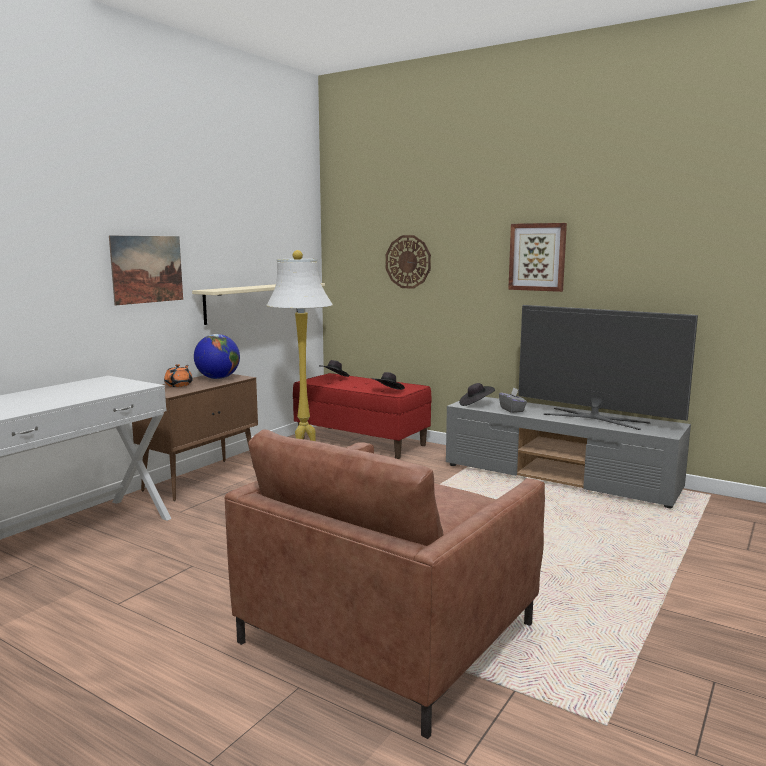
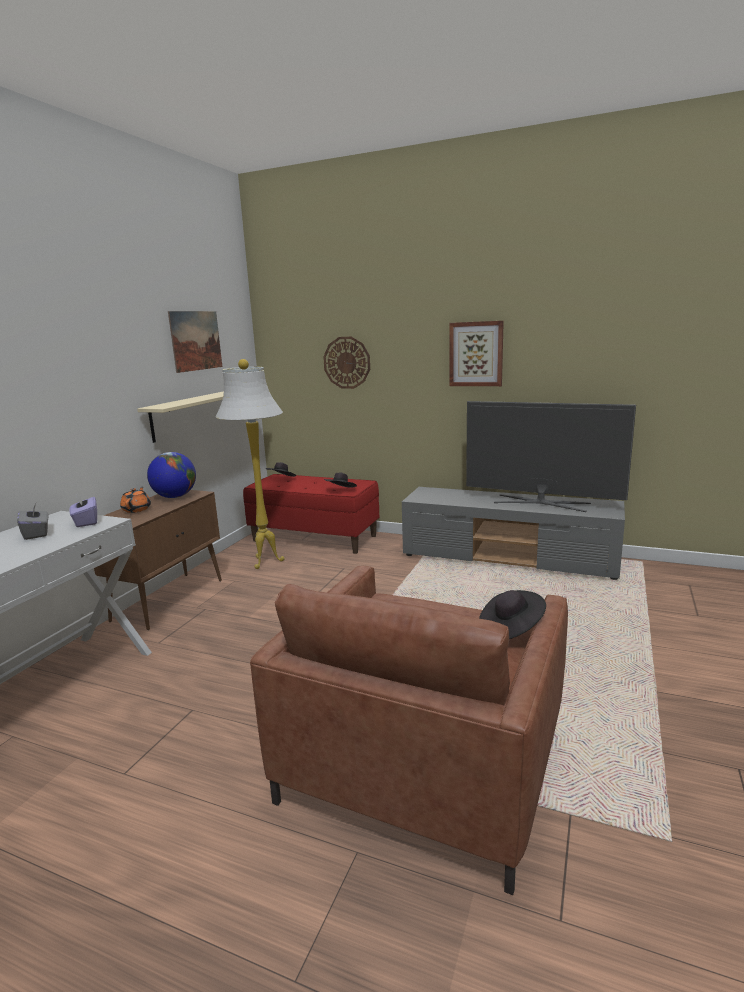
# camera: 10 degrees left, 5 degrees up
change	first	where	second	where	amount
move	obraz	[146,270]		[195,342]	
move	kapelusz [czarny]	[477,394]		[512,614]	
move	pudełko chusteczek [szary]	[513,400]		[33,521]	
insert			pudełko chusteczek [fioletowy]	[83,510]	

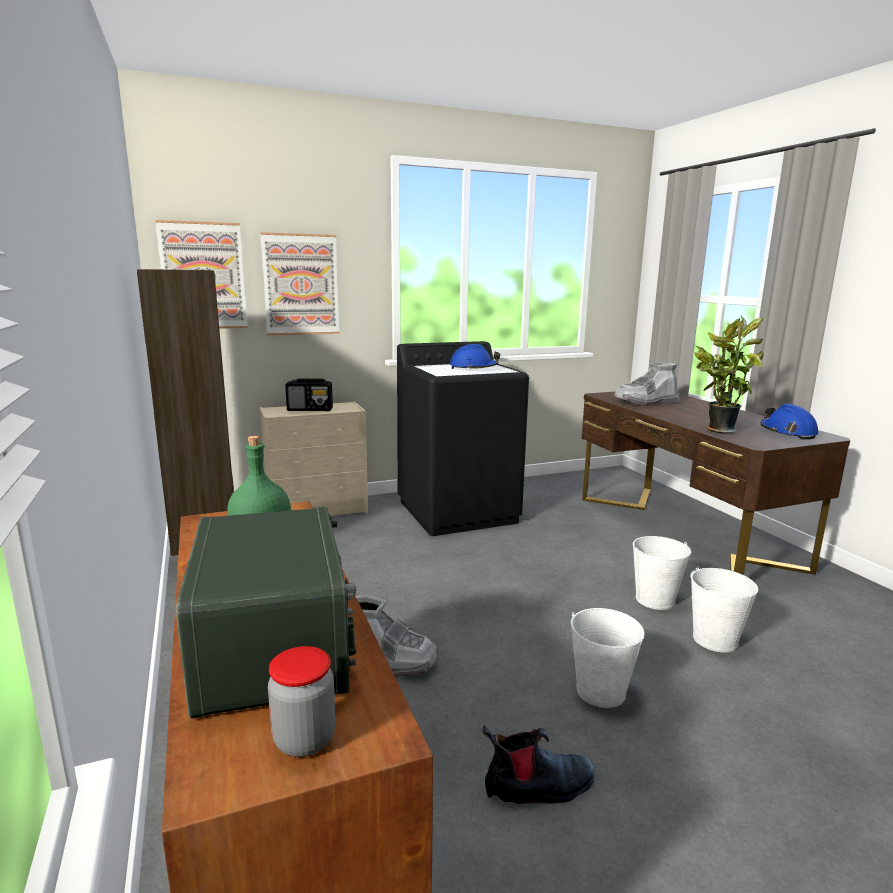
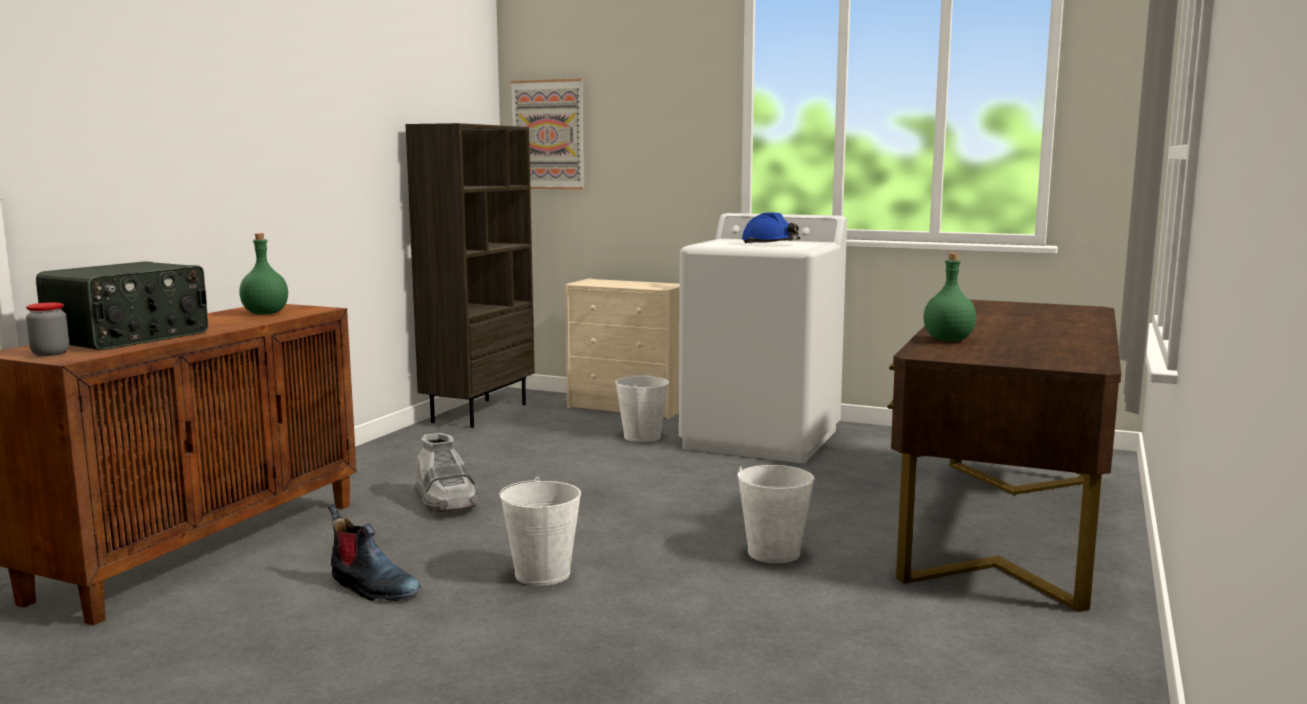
# camera: 45 degrees right, 5 degrees down
change	first	where	second	where	amount
delete	obraz	[300,283]			
delete	radio	[309,394]			
recolor	pralka [czarny]	[463,438]	pralka [biały]	[763,338]	
delete	but z cholewką [szary]	[646,384]			
move	wiadro [biały]	[724,609]		[642,408]	
replace	roślina doniczkowa	[729,375]	butelka [zielony]	[950,297]	
delete	kask [niebieski]	[790,422]			

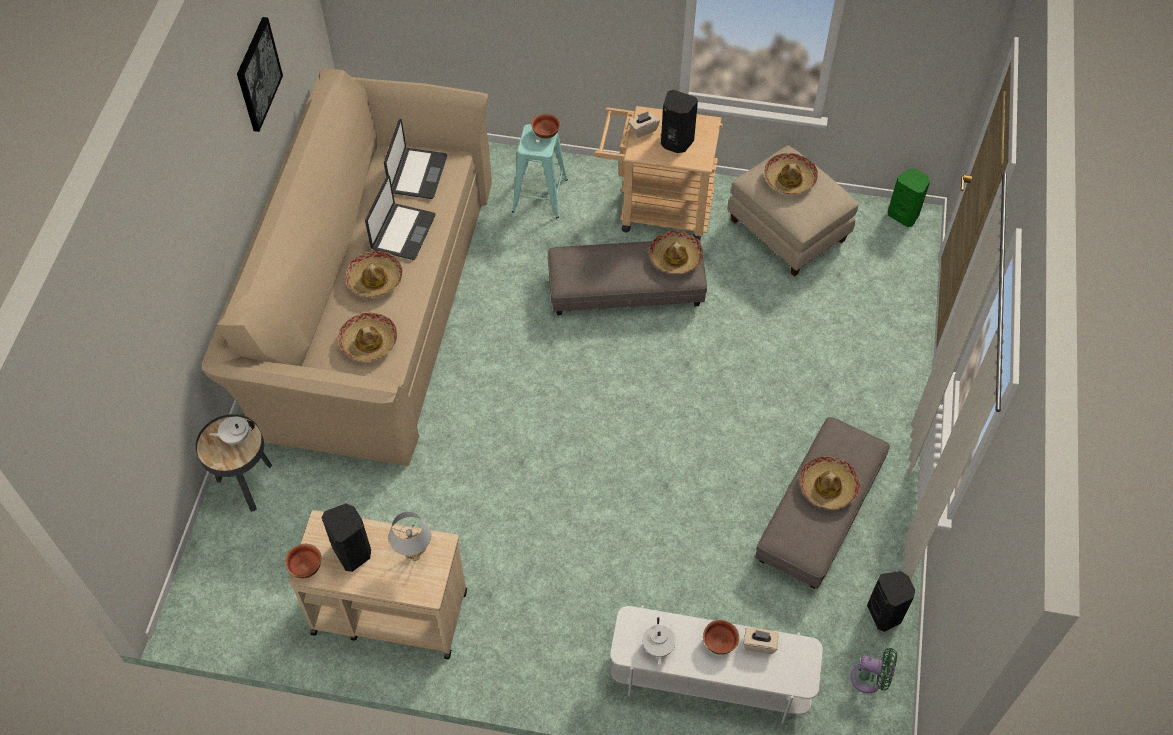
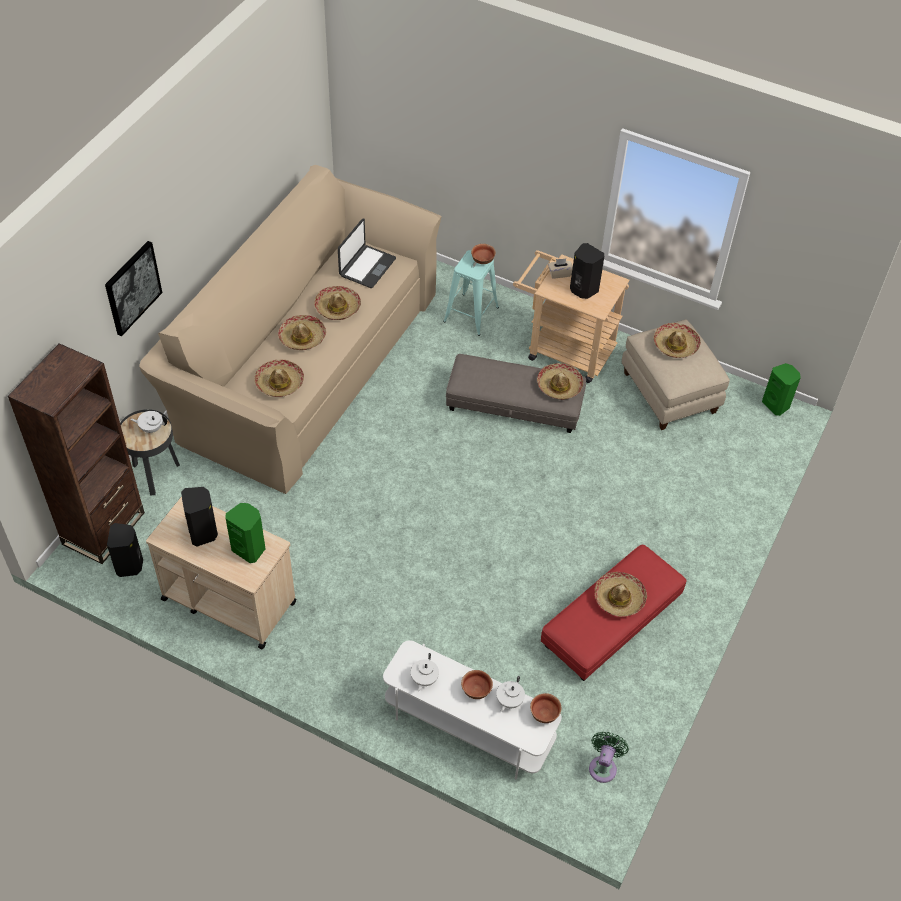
# camera: 15 degrees right, 5 degrees down
change	first	where	second	where	amount
move	obraz	[260,74]		[133,288]	
move	miska	[303,561]		[546,708]	
replace	laptop	[400,217]	kapelusz	[337,303]	
replace	lampa stołowa [biały]	[410,536]	głośnik [zielony]	[246,533]	
replace	pudełko chusteczek [beżowy]	[761,640]	imbryk [biały]	[510,694]	
recolor	pufa [szary]	[822,503]	pufa [czerwony]	[613,613]	
rotate	wentylator [zielony]	[874,670]		[609,757]	105 degrees counterclockwise
move	głośnik [czarny]	[891,601]		[125,550]	
insert			regał [brązowy]	[76,453]	

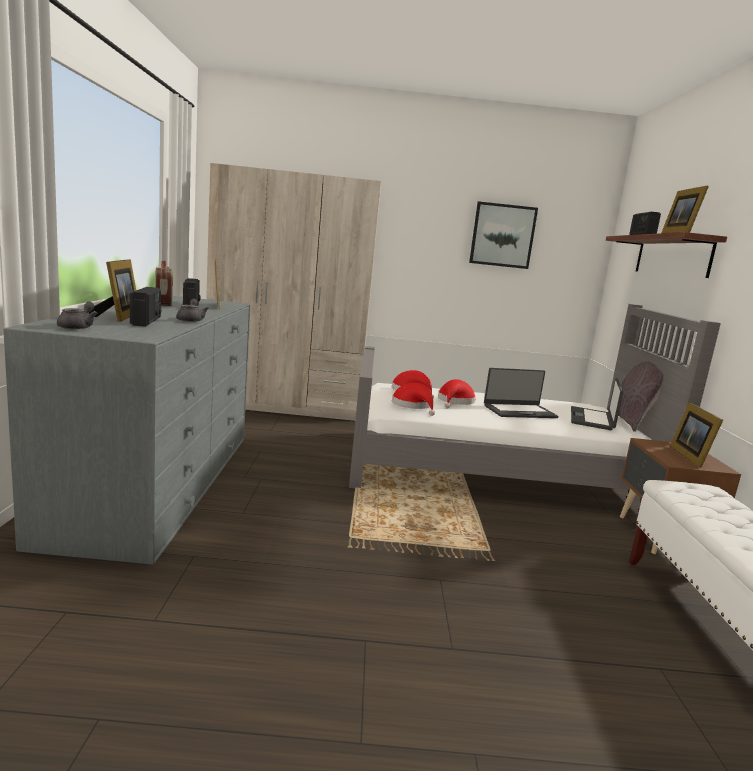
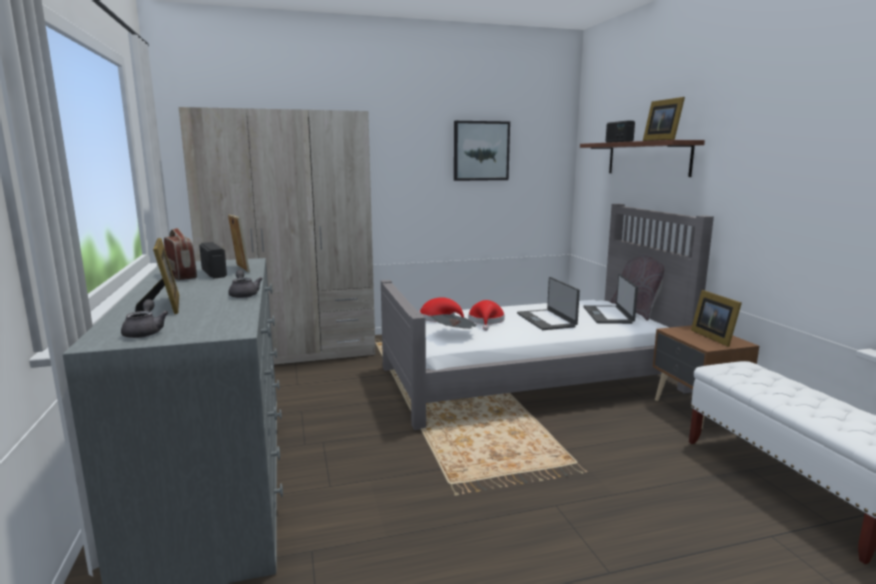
# camera: 15 degrees left, 0 degrees up
change	first	where	second	where	amount
delete	radio	[146,307]			
replace	kapelusz [czerwony]	[413,399]	gazeta	[453,321]	
rotate	laptop	[521,393]		[548,303]	105 degrees clockwise

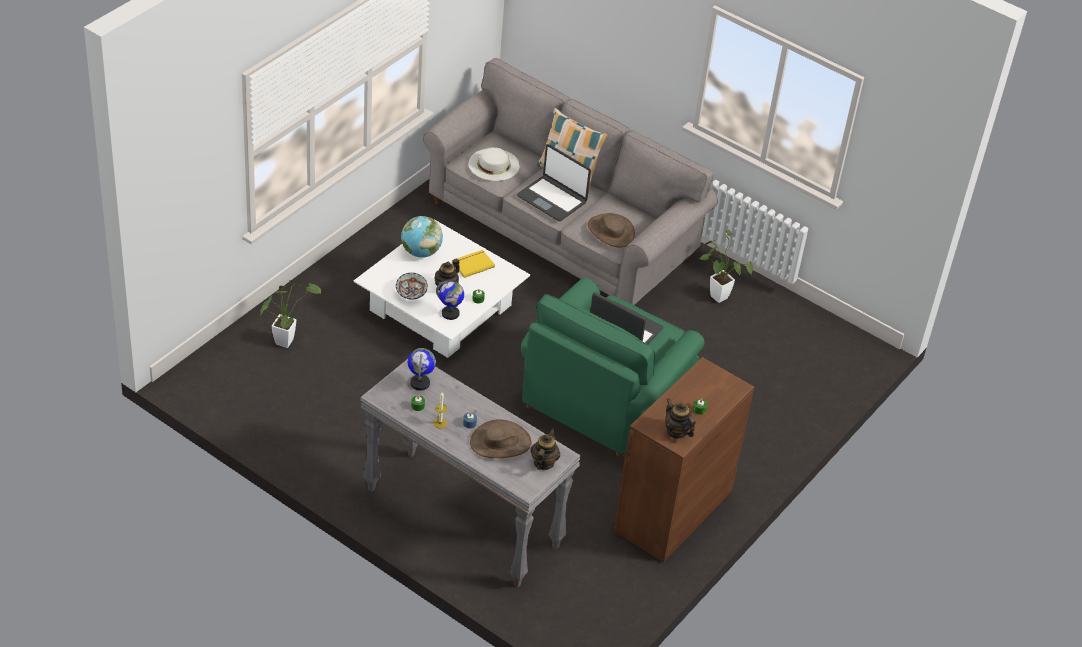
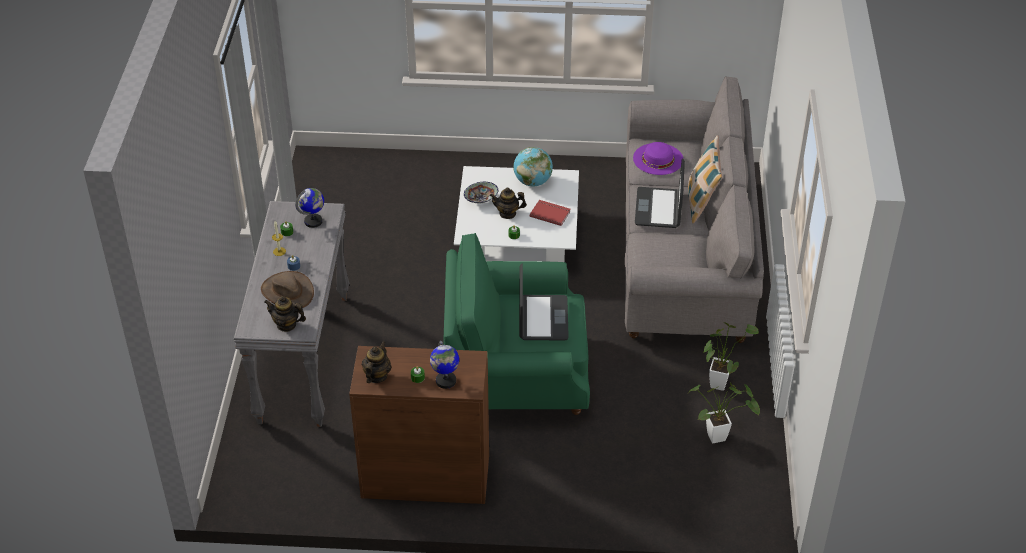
# camera: 60 degrees right, 0 degrees up
change	first	where	second	where	amount
move	roślina doniczkowa	[290,314]		[724,413]	
move	globus	[450,300]		[444,365]	
recolor	książka [żółty]	[473,264]	książka [czerwony]	[550,213]	
recolor	kapelusz [biały]	[494,164]	kapelusz [fioletowy]	[658,158]	
rotate	imbryk	[545,449]		[285,314]	150 degrees counterclockwise
delete	kapelusz [brązowy]	[611,230]			

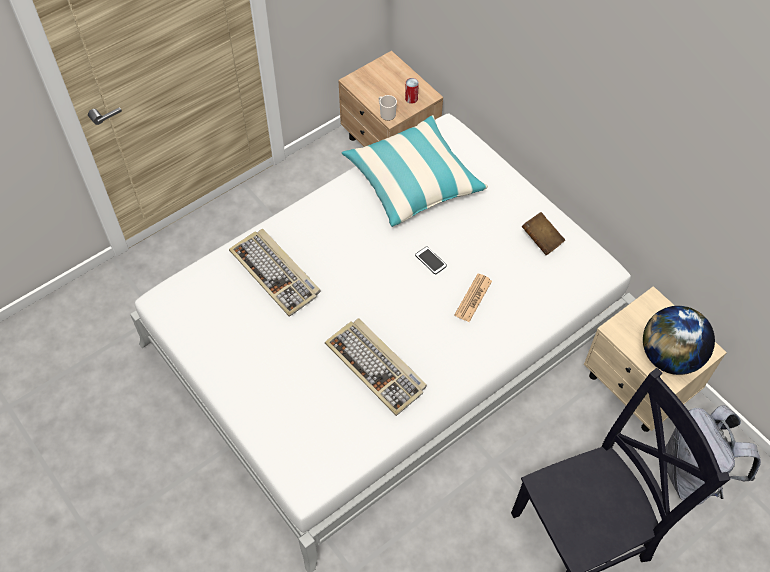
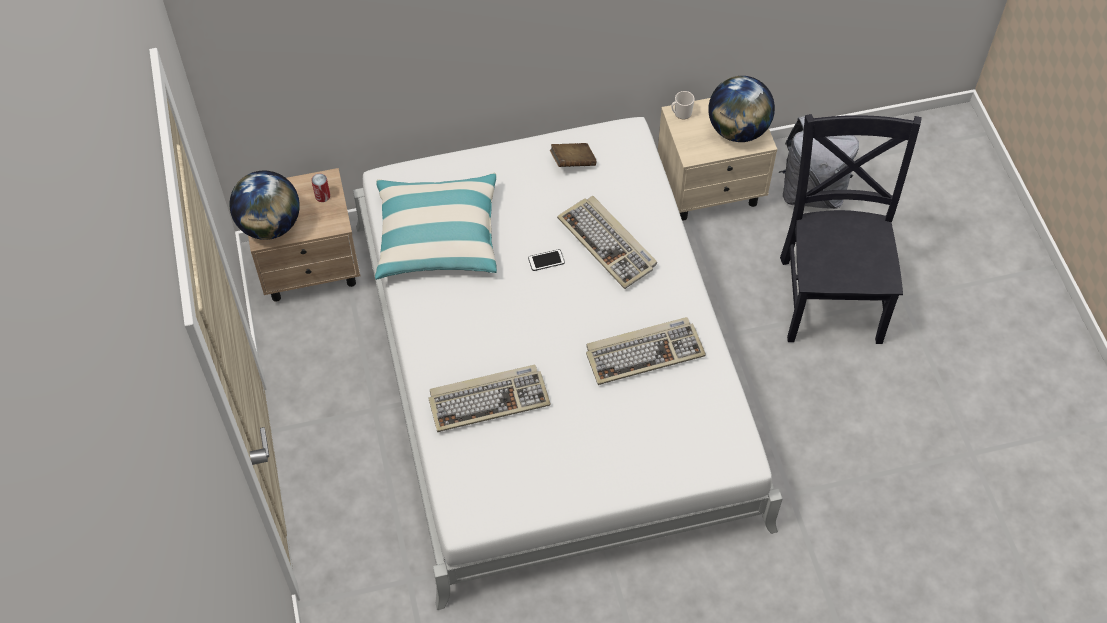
# camera: 65 degrees left, 0 degrees up
change	first	where	second	where	amount
move	kubek	[388,108]		[683,105]	
replace	gazeta	[473,298]	klawiatura	[607,242]	
insert			globus	[264,205]	

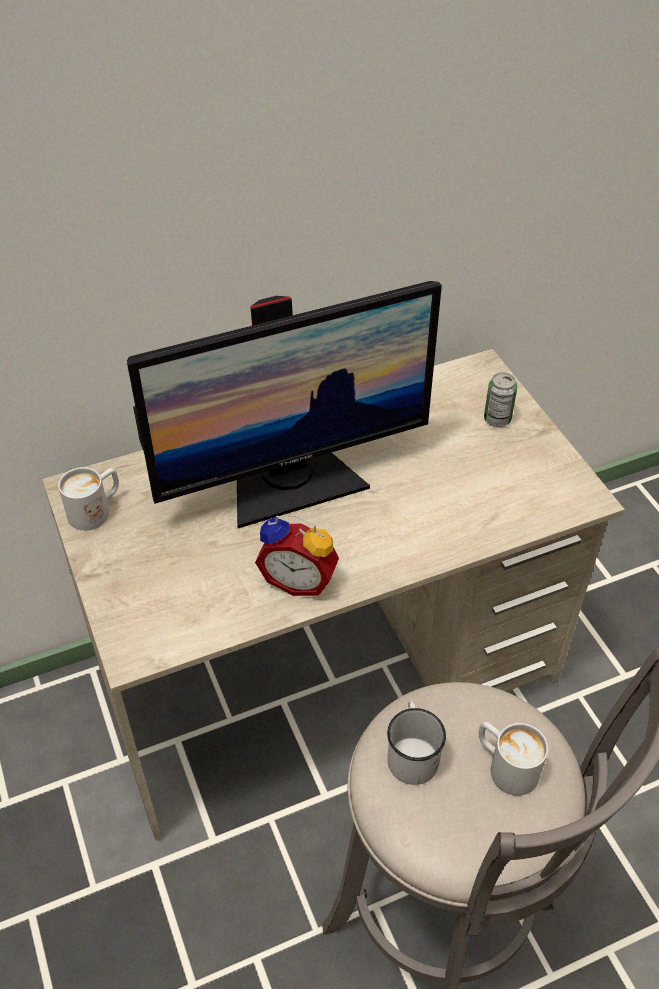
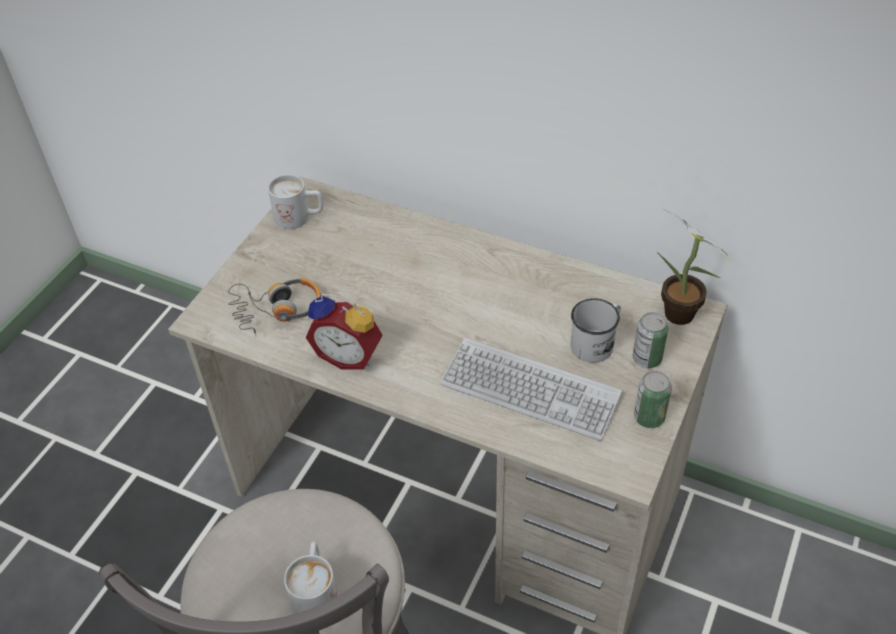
# camera: 50 degrees right, 0 degrees up
change	first	where	second	where	amount
delete	monitor	[284,404]			
rotate	budzik	[297,556]		[344,332]	45 degrees counterclockwise
move	kubek [biały]	[416,743]		[595,330]	
insert			słuchawki	[274,307]	
insert			klawiatura	[531,389]	
insert			puszka	[653,399]	
insert			roślina doniczkowa	[693,267]	

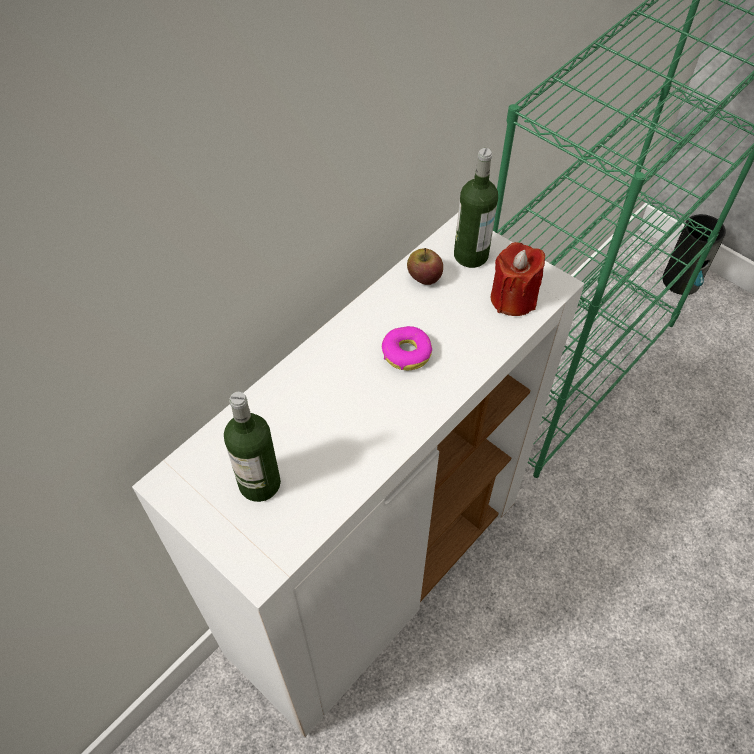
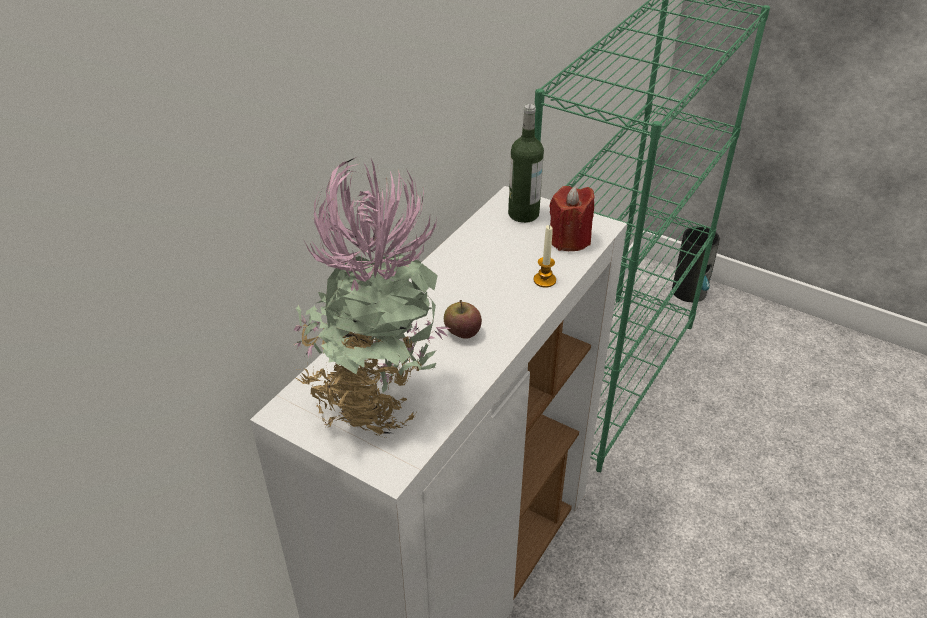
# camera: 10 degrees left, 15 degrees down
change	first	where	second	where	amount
replace	butelka	[252,447]	roślina doniczkowa	[372,297]	
delete	donut	[407,348]			
move	jabłko	[425,266]		[463,319]	
insert			świeca	[544,256]	

